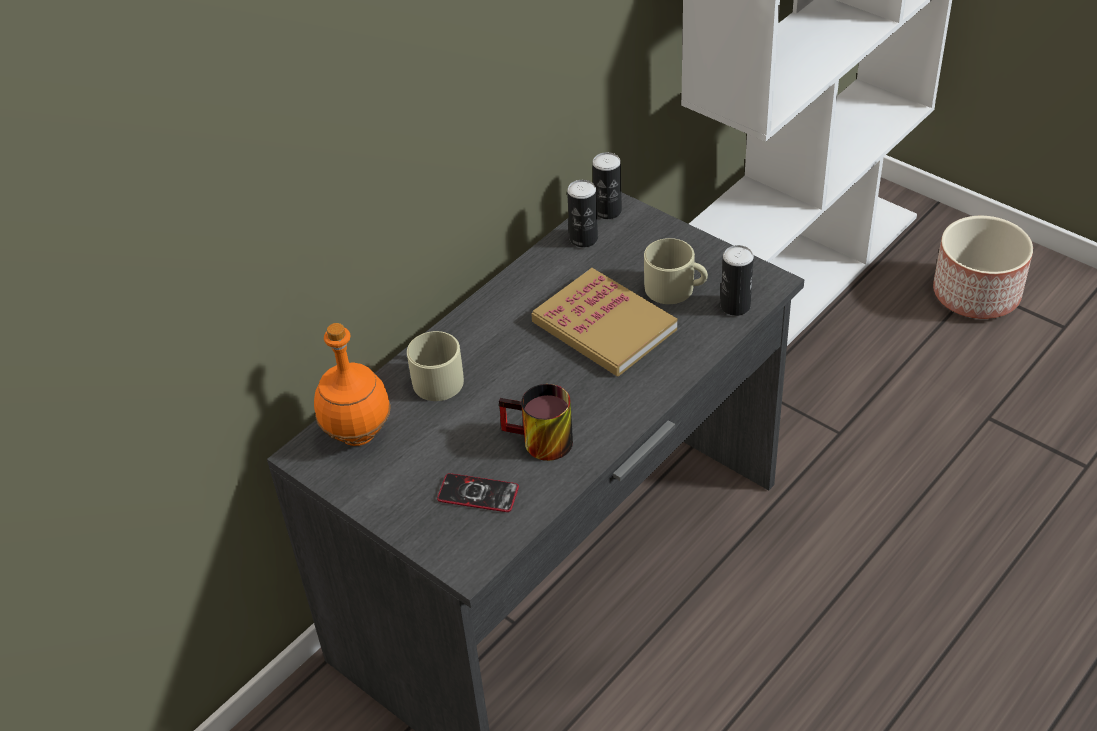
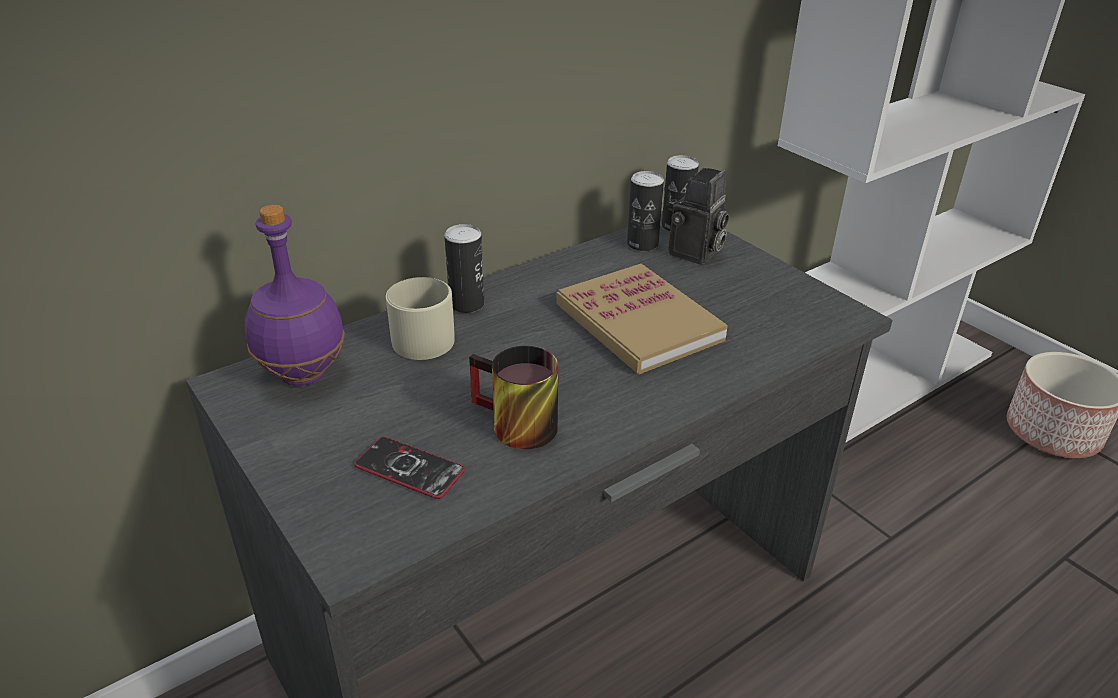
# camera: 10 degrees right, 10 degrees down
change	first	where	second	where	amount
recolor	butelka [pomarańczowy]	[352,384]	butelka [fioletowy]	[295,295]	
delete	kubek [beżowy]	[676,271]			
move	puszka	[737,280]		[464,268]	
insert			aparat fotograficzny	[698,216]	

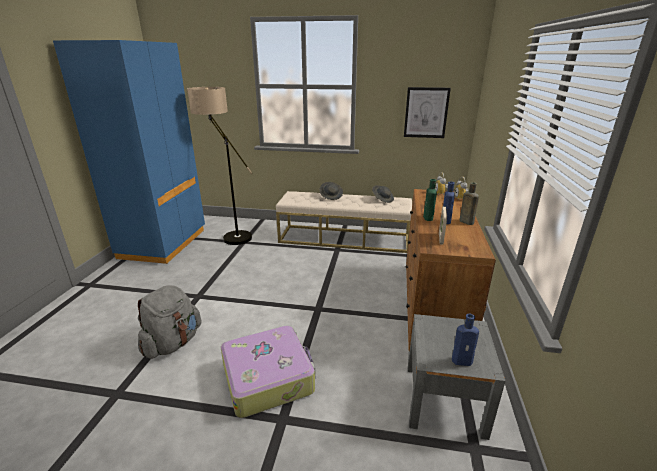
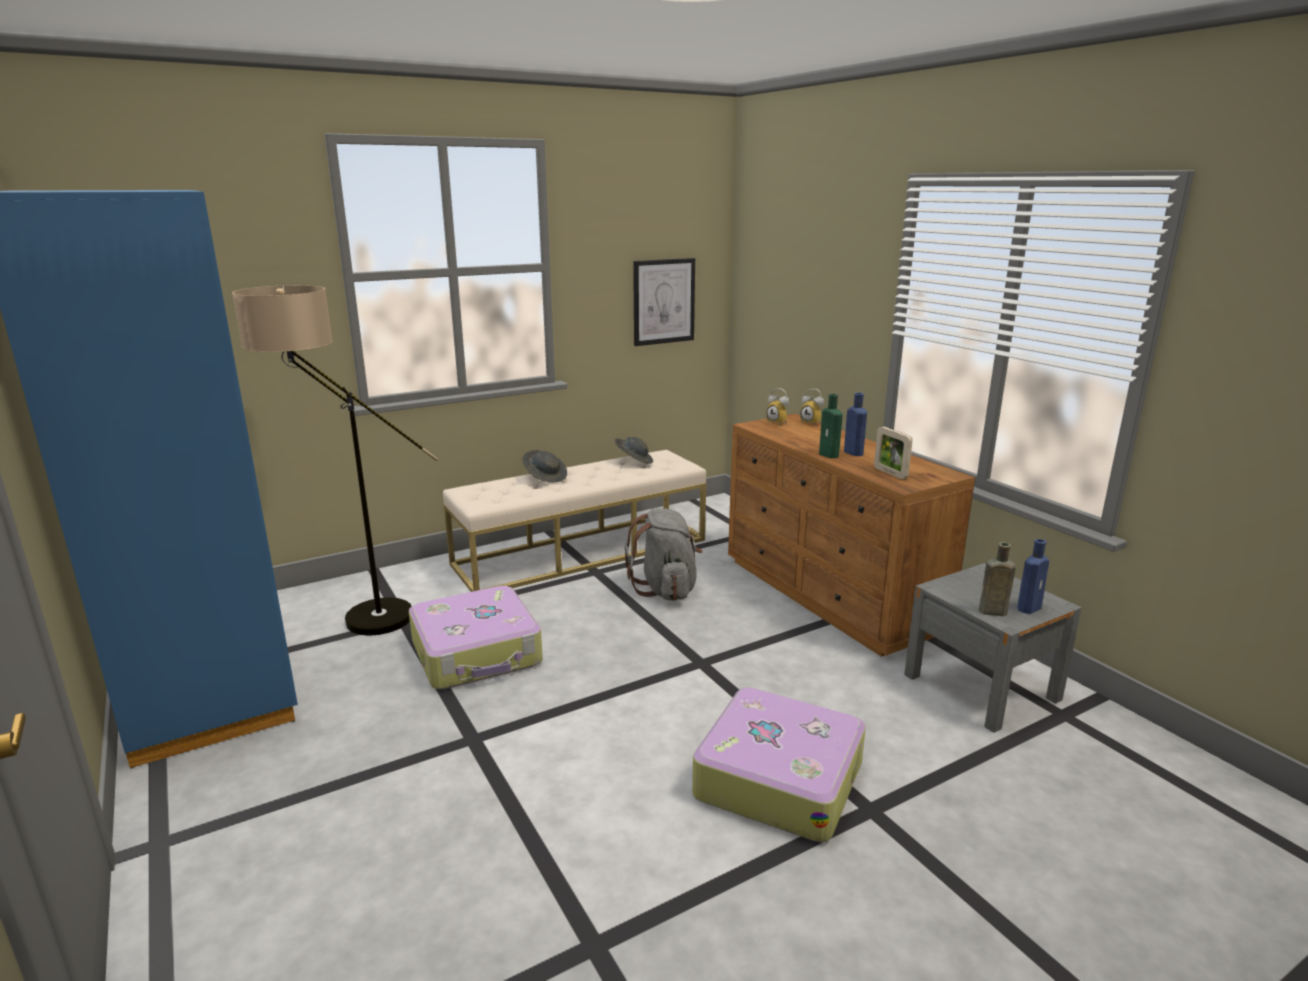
# camera: 40 degrees left, 5 degrees down
change	first	where	second	where	amount
move	plecak [szary]	[170,322]		[664,554]	
move	butelka [brązowy]	[469,203]		[997,579]	
insert			walizka	[476,637]	

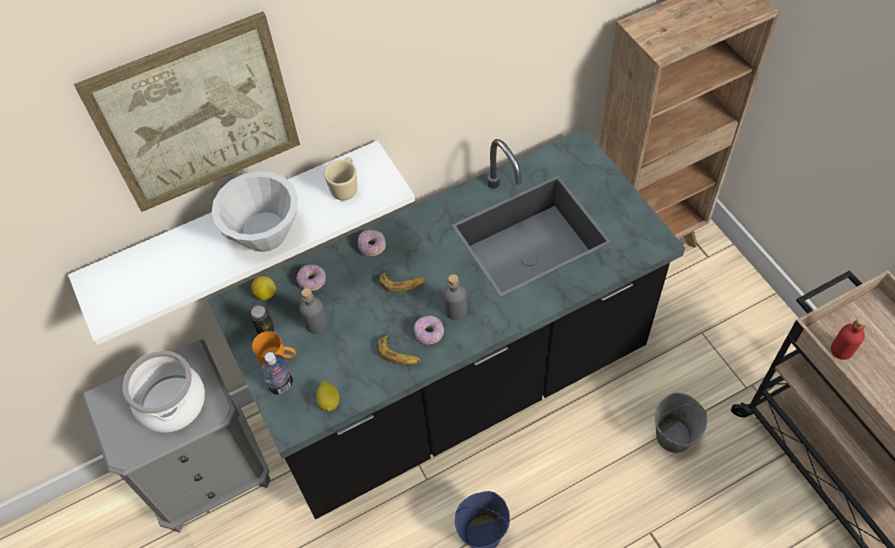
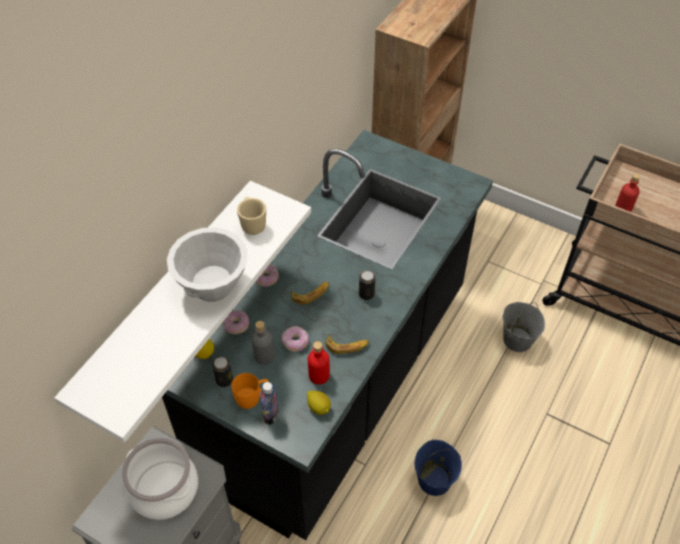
# camera: 35 degrees left, 5 degrees down
change	first	where	second	where	amount
delete	obraz	[187,111]			
move	donut	[429,330]		[295,339]	
replace	butelka [szary]	[455,297]	puszka	[367,285]	
insert			butelka [czerwony]	[319,362]	

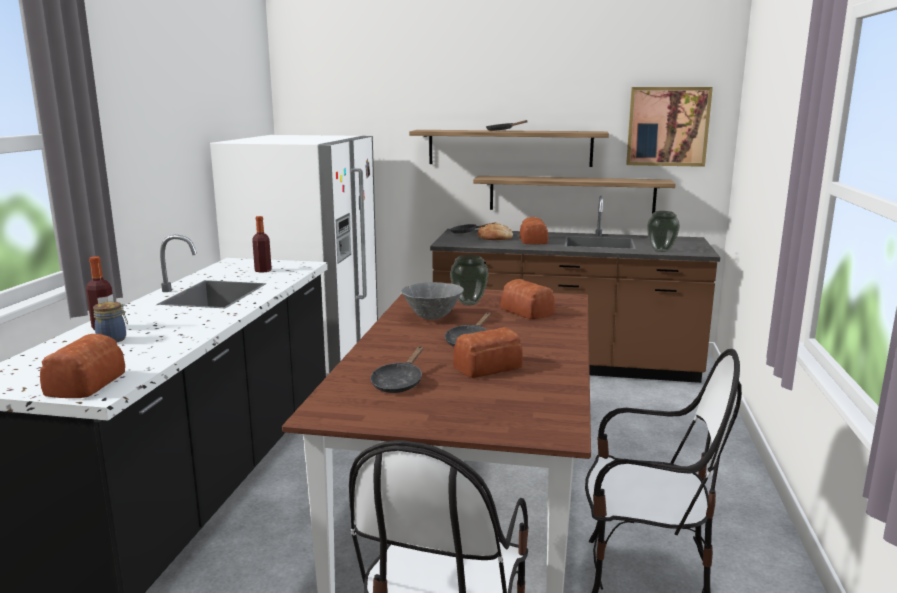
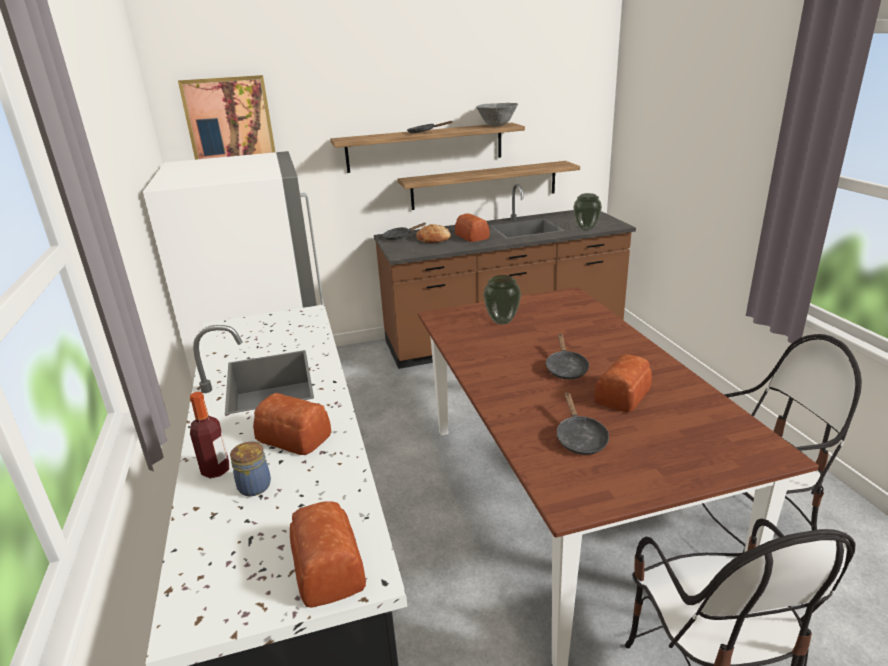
# camera: 25 degrees left, 10 degrees up
change	first	where	second	where	amount
delete	butelka	[262,244]			
move	miska [szary]	[432,301]		[497,114]	
move	chleb	[527,299]		[292,424]	
move	obraz	[669,127]		[226,117]	

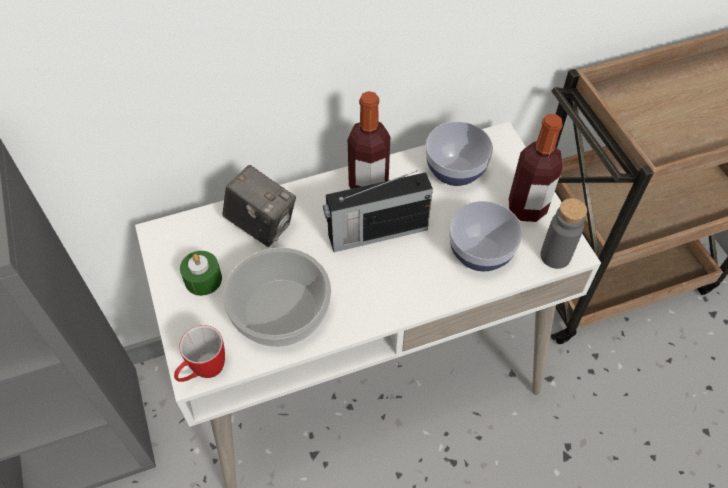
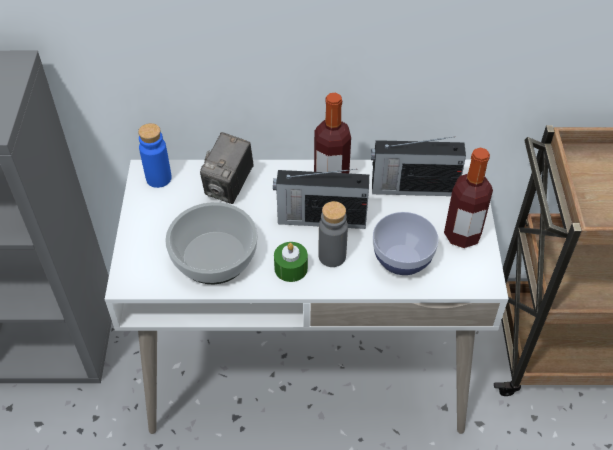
# camera: 20 degrees right, 5 degrees down
change	first	where	second	where	amount
delete	kubek	[199,353]			
move	świeca [zielony]	[201,273]		[291,262]	
rotate	aparat fotograficzny	[259,206]		[227,168]	60 degrees clockwise
replace	miska	[459,154]	radio	[418,166]	
move	butelka [szary]	[563,233]		[333,234]	
insert			butelka [niebieski]	[155,155]	

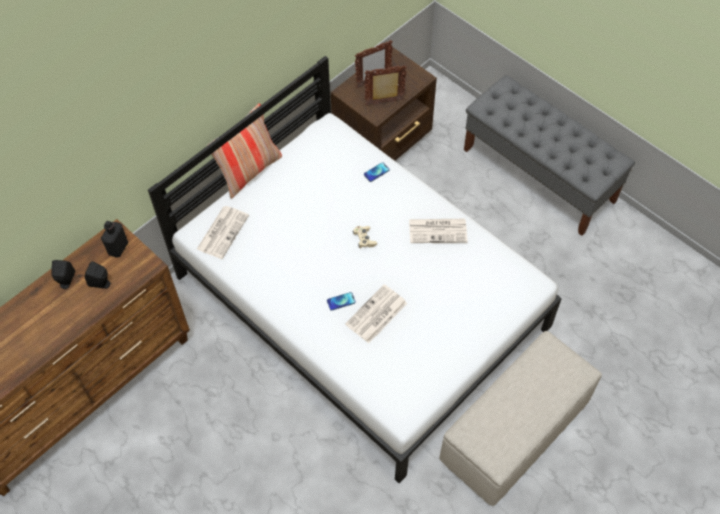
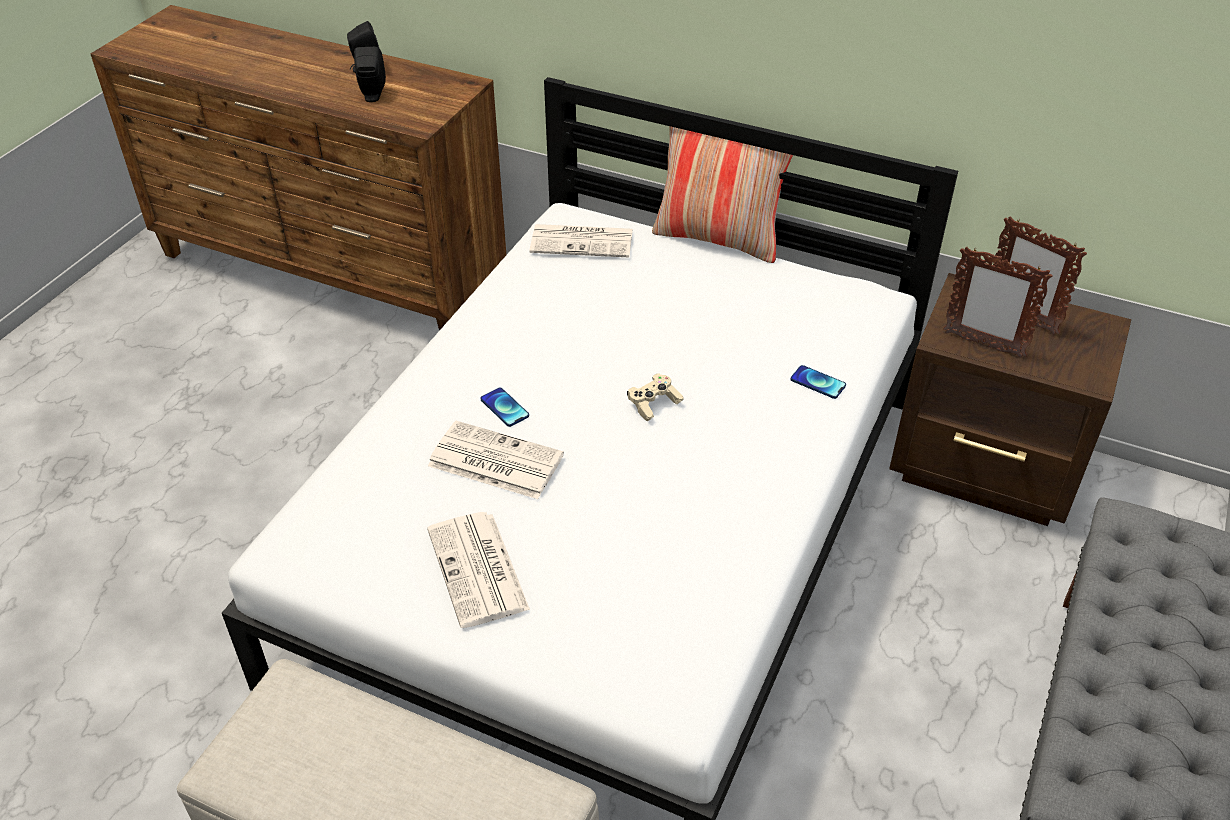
# camera: 70 degrees right, 15 degrees down
change	first	where	second	where	amount
delete	butelka [czarny]	[114,239]			
rotate	ramka na zdjęcie	[386,85]		[998,302]	150 degrees clockwise
move	gazeta	[438,231]		[478,570]	

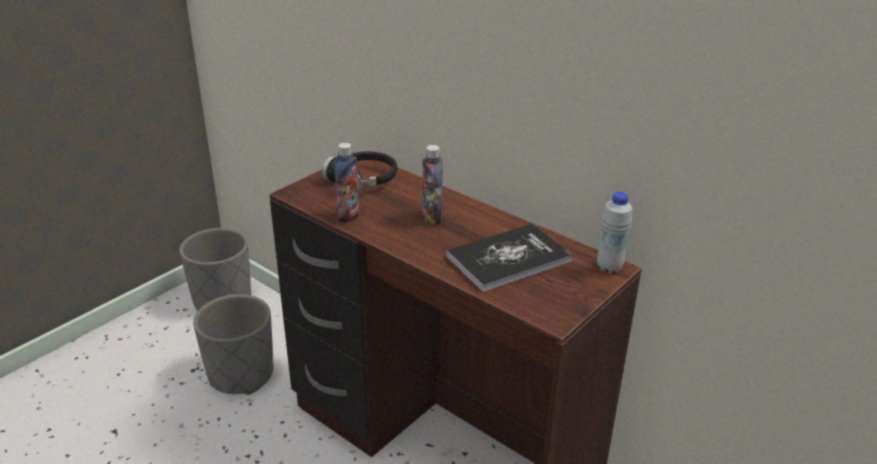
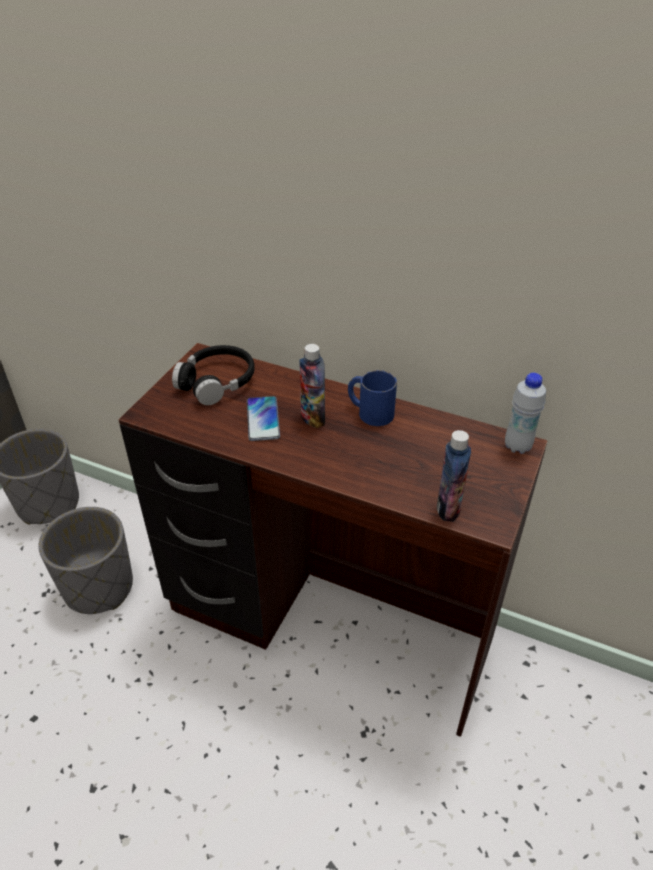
# camera: 15 degrees left, 10 degrees up
change	first	where	second	where	amount
move	butelka	[346,183]		[454,476]	
delete	książka	[509,258]			
insert			telefon	[263,418]	
insert			kubek [niebieski]	[372,398]	

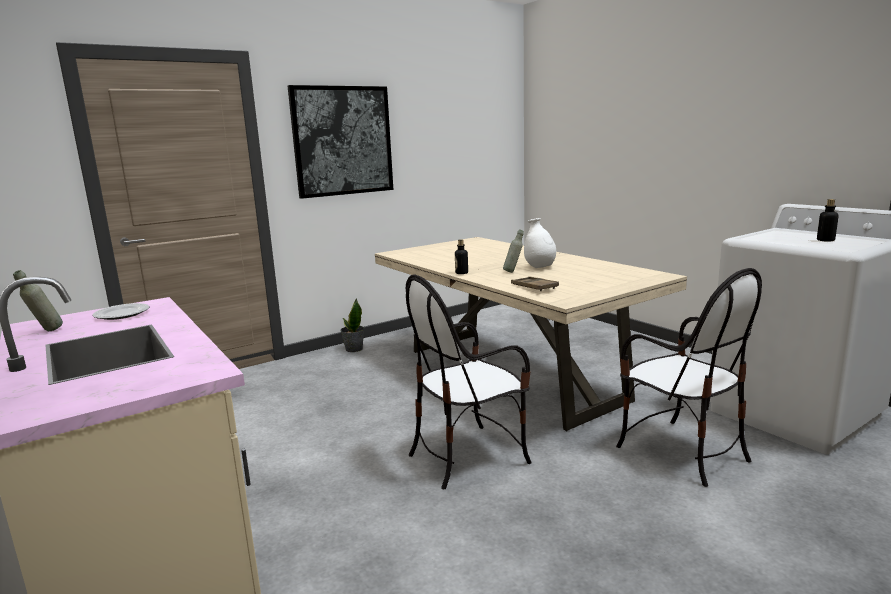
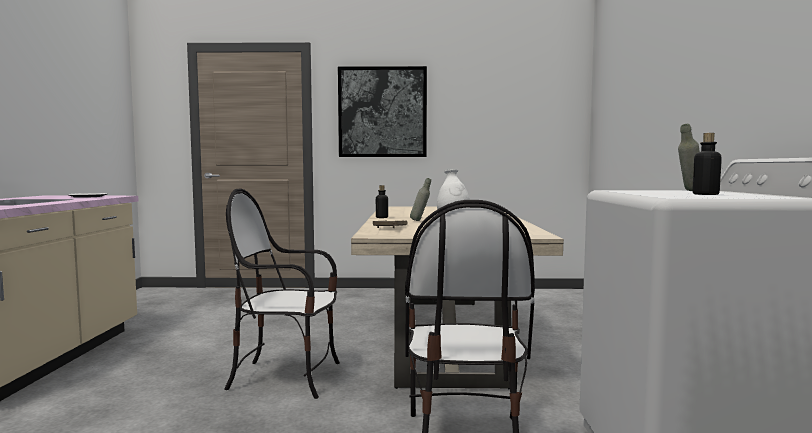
# camera: 35 degrees right, 10 degrees down
change	first	where	second	where	amount
move	butelka [szary]	[38,300]		[689,157]	
delete	roślina doniczkowa	[352,325]			

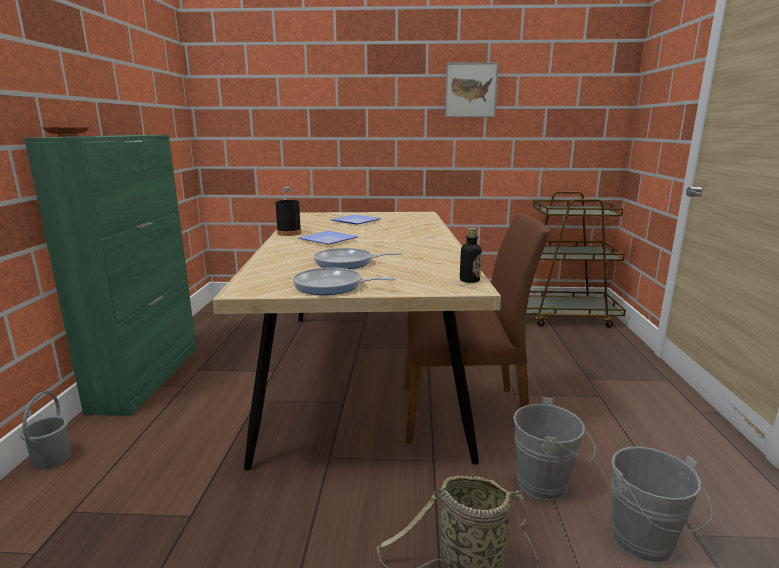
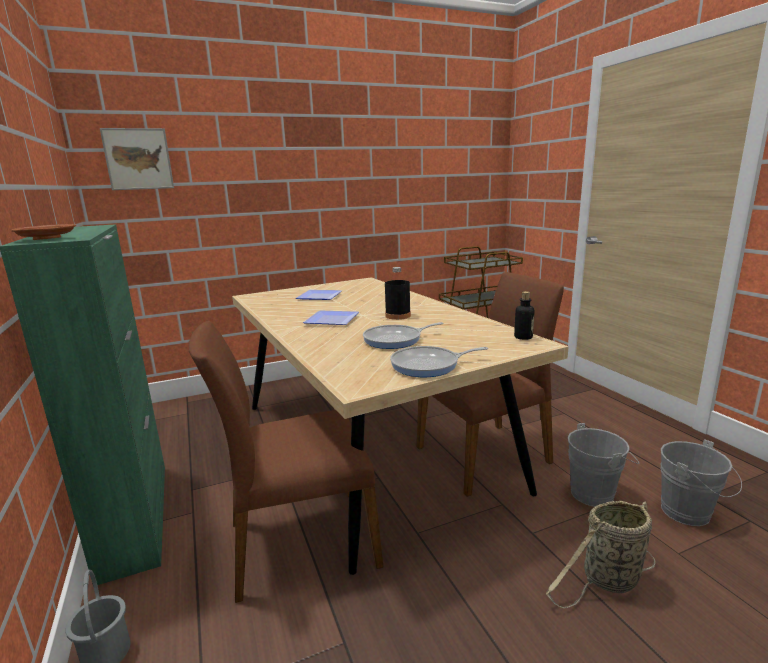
# camera: 25 degrees left, 0 degrees up
change	first	where	second	where	amount
move	butelka [czarny]	[288,211]		[398,293]	
move	obraz	[472,89]		[137,159]	
insert			krzesło [brązowy]	[286,462]	

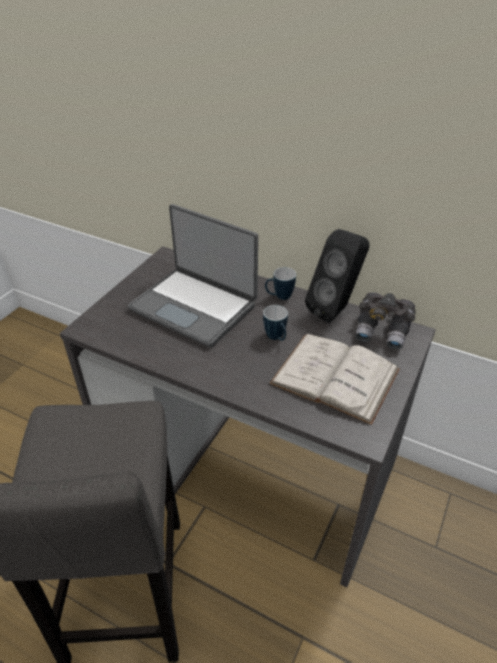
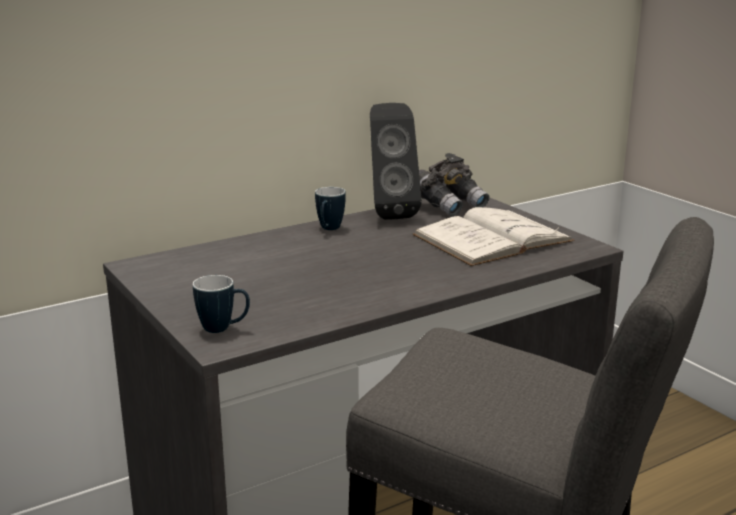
# camera: 60 degrees left, 20 degrees down
change	first	where	second	where	amount
delete	laptop	[193,276]			
move	kubek	[275,323]		[221,304]	

